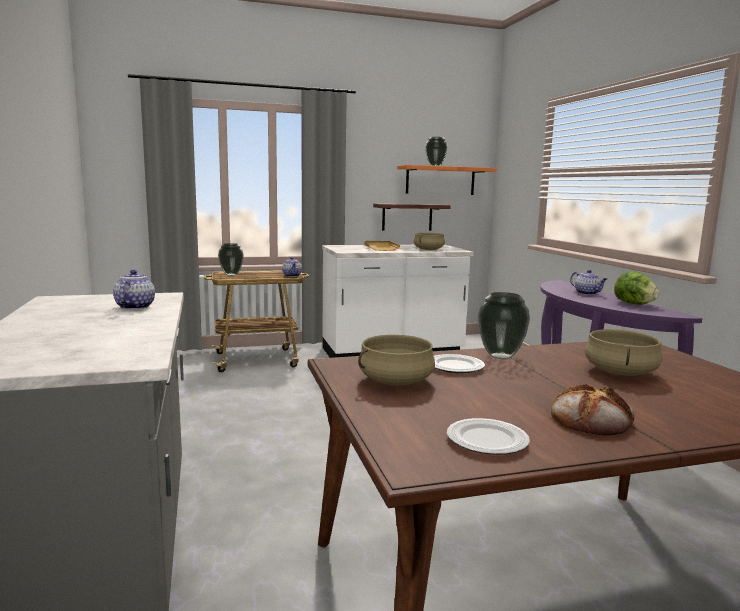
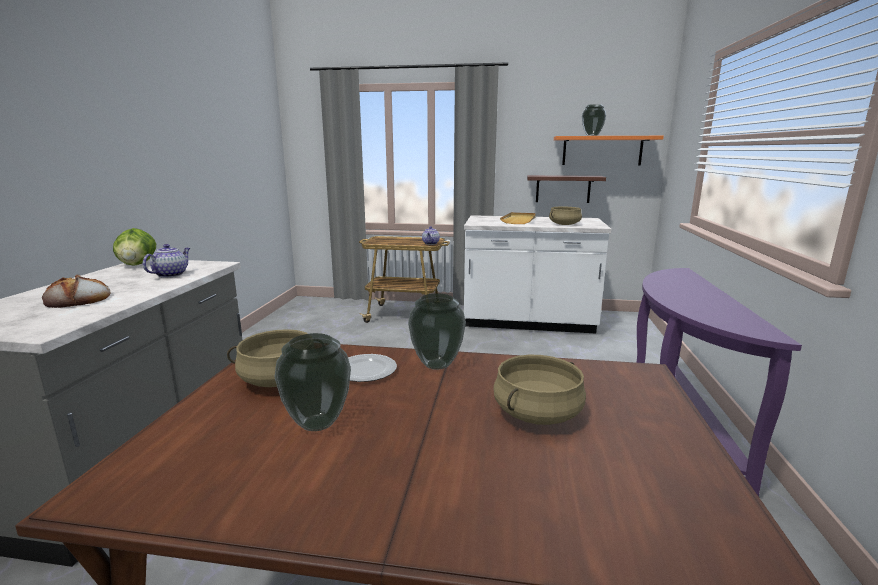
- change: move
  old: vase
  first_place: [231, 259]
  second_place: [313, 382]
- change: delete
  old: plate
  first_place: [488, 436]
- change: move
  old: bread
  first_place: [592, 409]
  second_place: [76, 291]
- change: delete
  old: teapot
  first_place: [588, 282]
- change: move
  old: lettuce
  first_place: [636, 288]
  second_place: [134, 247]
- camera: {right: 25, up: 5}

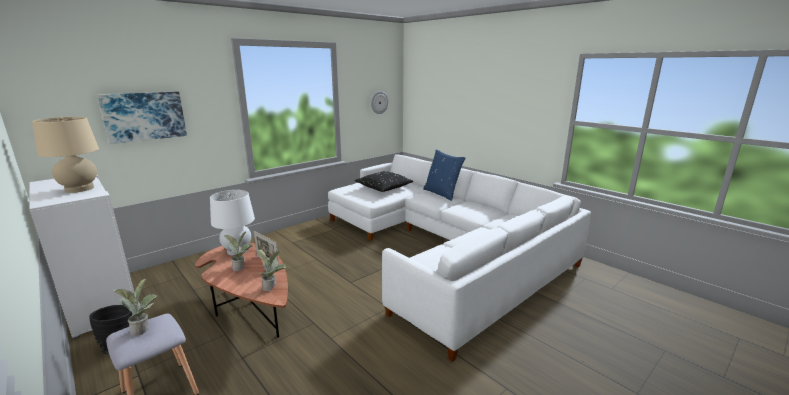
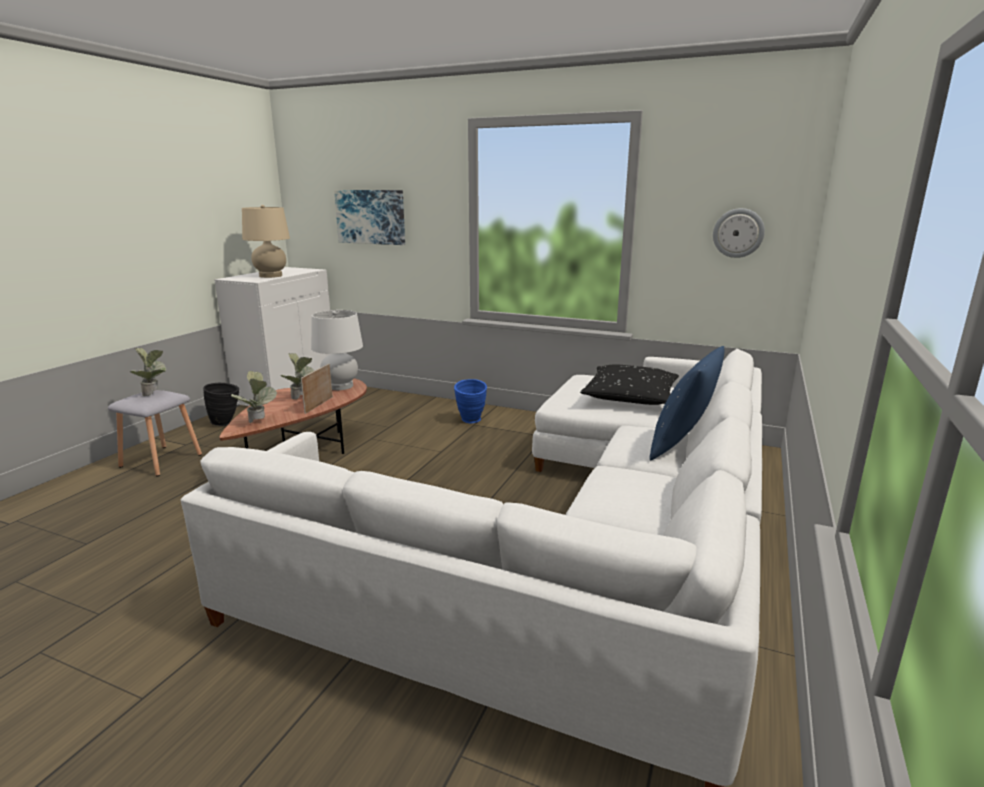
- change: insert
  new: blue vase
  second_place: [470, 401]
- camera: {right: 65, up: 0}

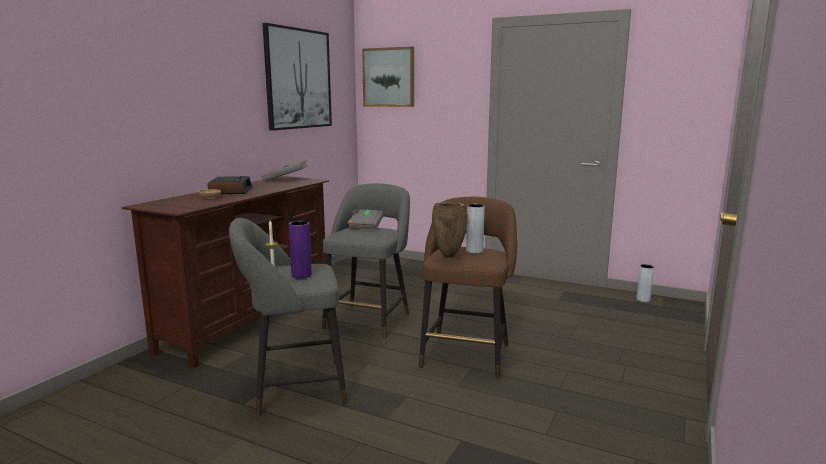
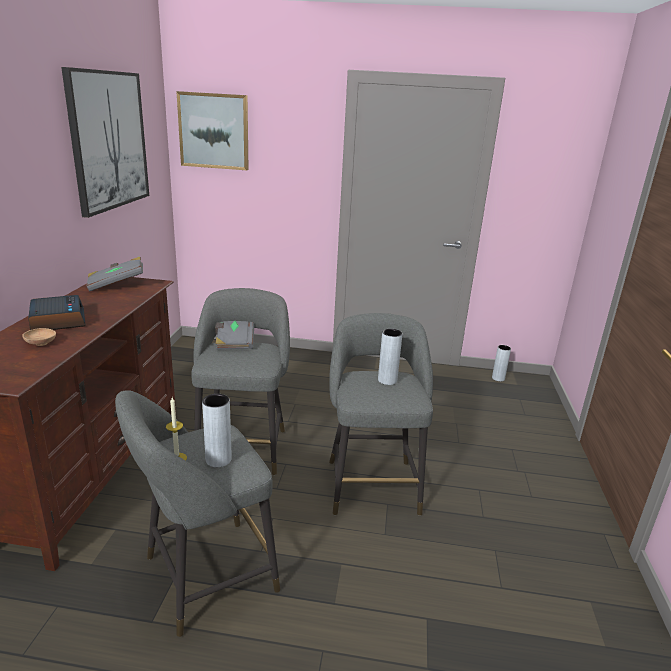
- change: recolor
  old: purple vase
  new: grey vase
  first_place: [300, 249]
  second_place: [217, 430]
- change: recolor
  old: brown stool
  new: grey stool
  first_place: [468, 288]
  second_place: [381, 414]
- change: delete
  old: brown vase
  first_place: [450, 230]
- camera: {right: -20, up: 10}

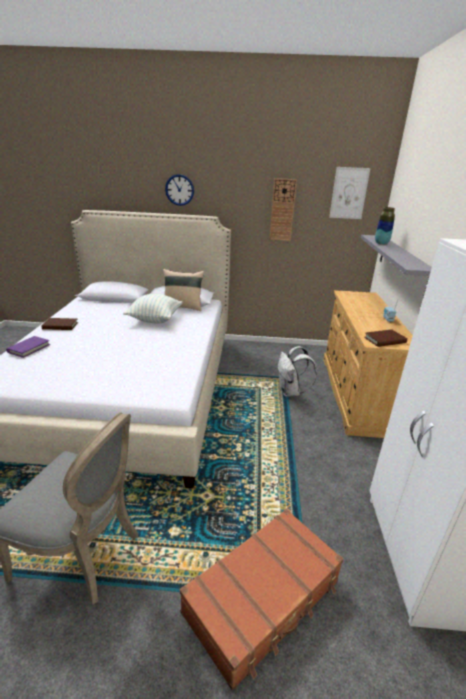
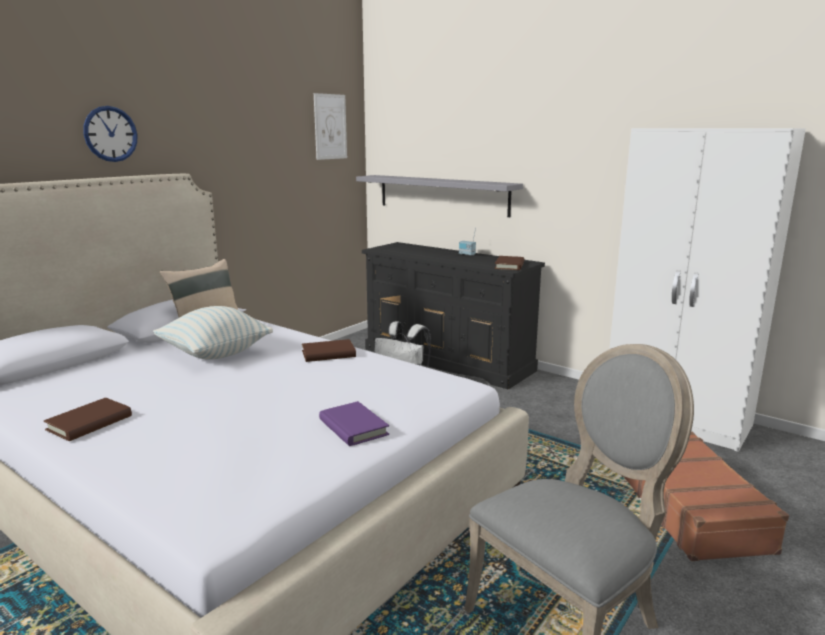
- change: move
  old: purple book
  first_place: [28, 347]
  second_place: [354, 423]
- change: delete
  old: wall clock
  first_place: [283, 209]
- change: recolor
  old: beige dresser
  new: black dresser
  first_place: [368, 364]
  second_place: [453, 316]
- change: delete
  old: vase
  first_place: [385, 226]
- change: insert
  new: brown book
  second_place: [329, 350]
- camera: {right: -55, up: -10}

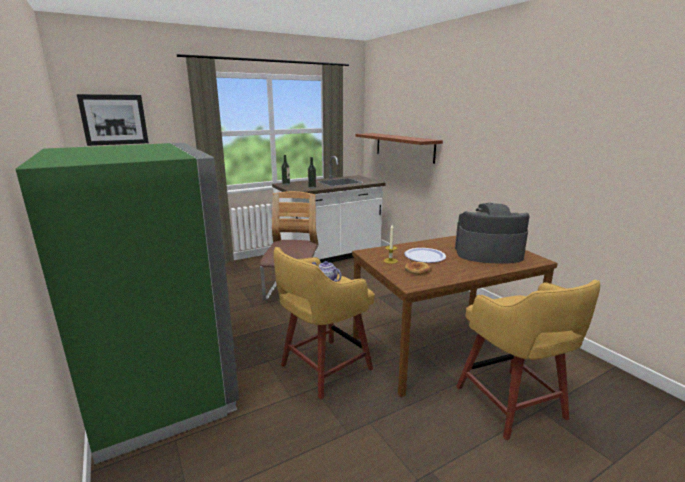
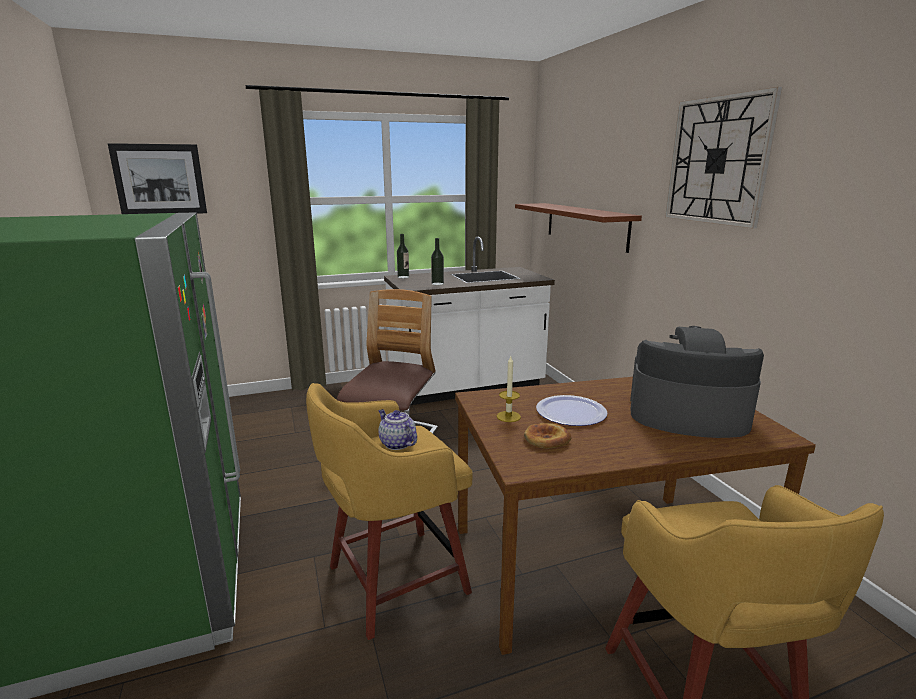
- change: insert
  new: wall clock
  second_place: [723, 157]
- camera: {right: 10, up: 0}

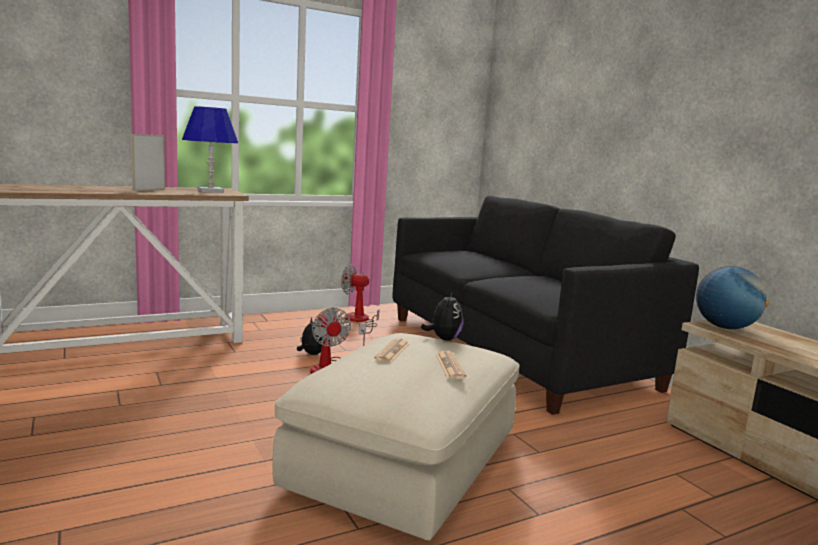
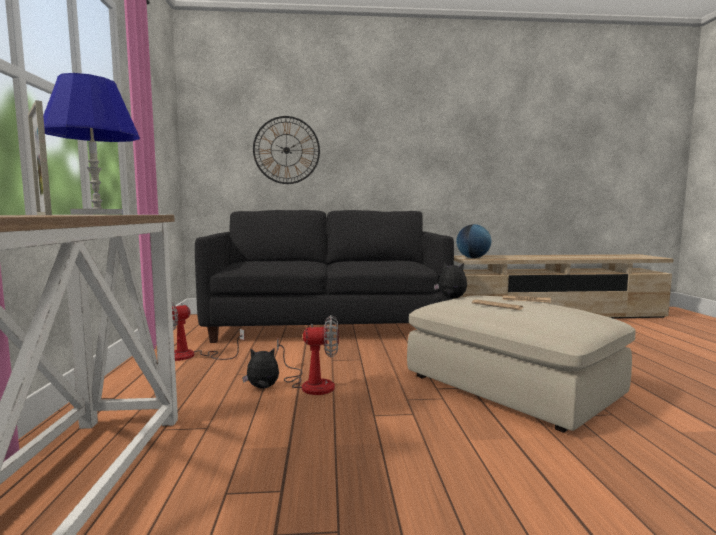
- change: insert
  new: wall clock
  second_place: [286, 150]
- camera: {right: -65, up: -5}

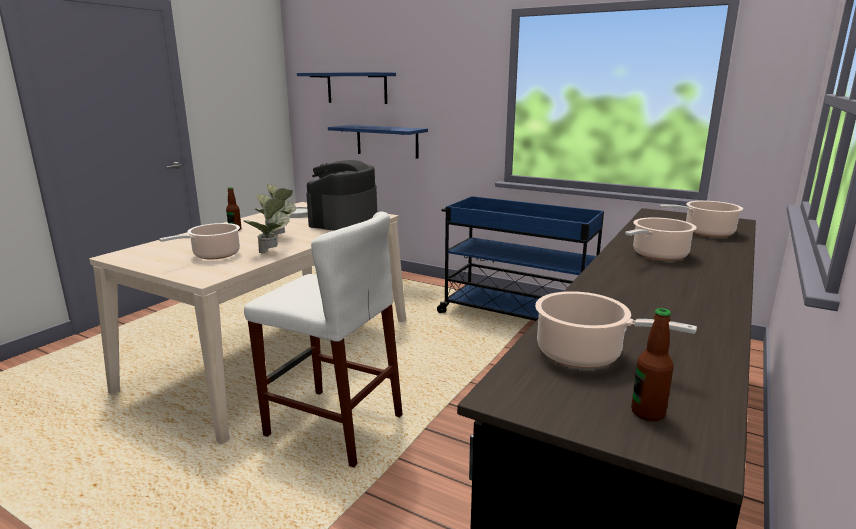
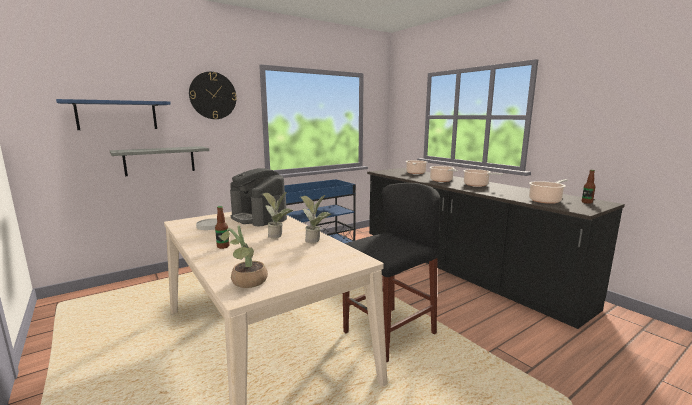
- change: move
  old: cooking pot
  first_place: [199, 241]
  second_place: [483, 178]
- change: recolor
  old: white stool
  new: black stool
  first_place: [323, 339]
  second_place: [391, 273]
- change: recolor
  old: blue shelf
  new: grey shelf
  first_place: [378, 142]
  second_place: [159, 161]
- change: insert
  new: wall clock
  second_place: [213, 95]
- change: insert
  new: potted plant
  second_place: [244, 256]
- camera: {right: -65, up: -5}

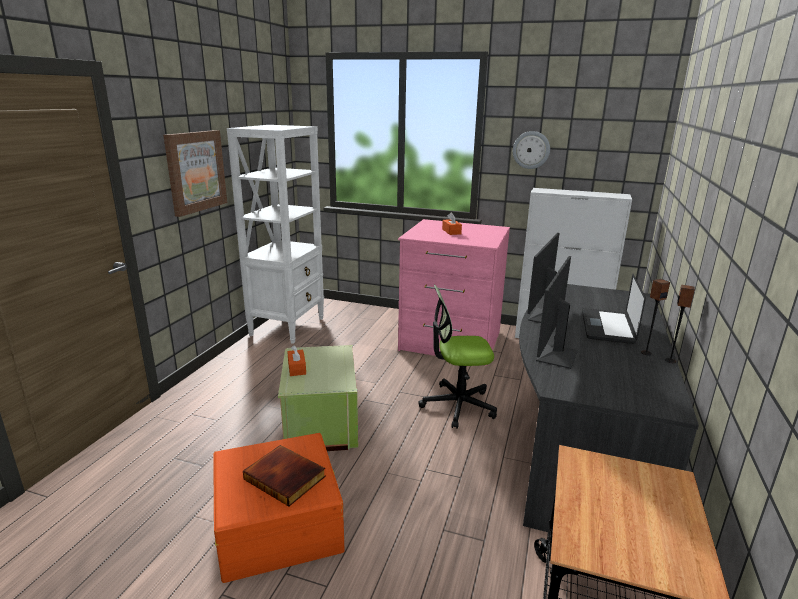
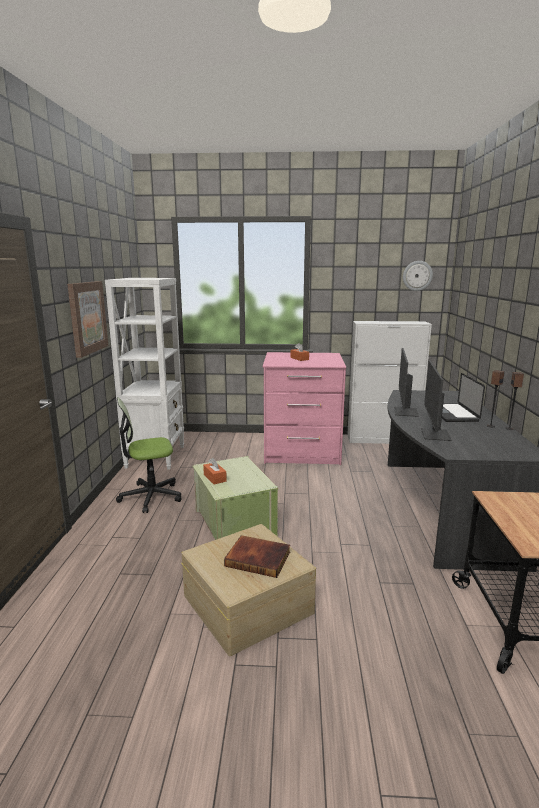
- change: recolor
  old: orange storage box
  new: beige storage box
  first_place: [278, 508]
  second_place: [248, 590]
- change: move
  old: office chair
  first_place: [457, 357]
  second_place: [149, 455]
- change: move
  old: wall clock
  first_place: [531, 150]
  second_place: [418, 276]
- camera: {right: -15, up: -5}

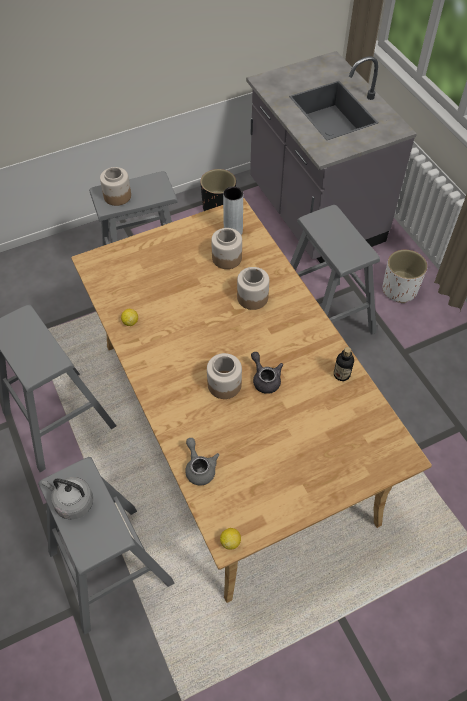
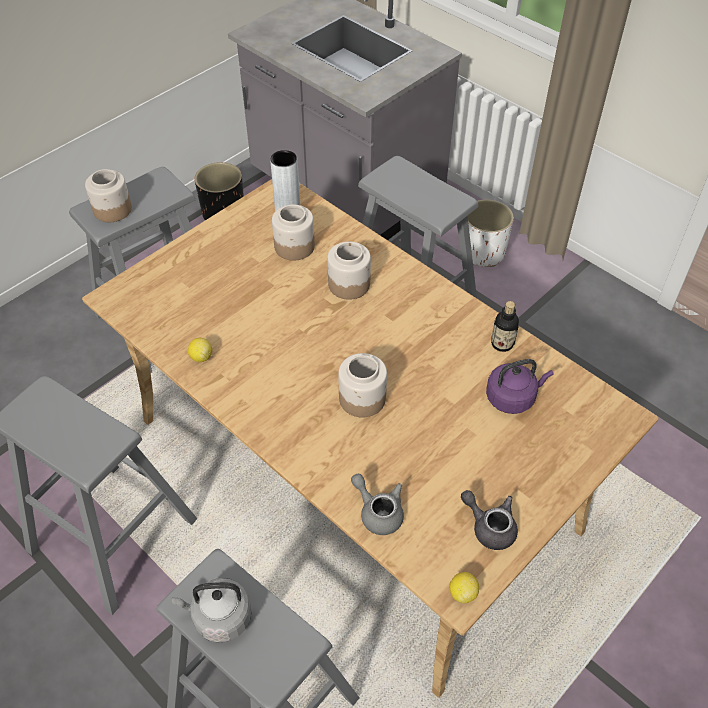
- change: move
  old: grey teapot
  first_place: [267, 373]
  second_place: [489, 520]
- change: insert
  new: purple kettle
  second_place: [520, 386]
- camera: {right: -20, up: -5}

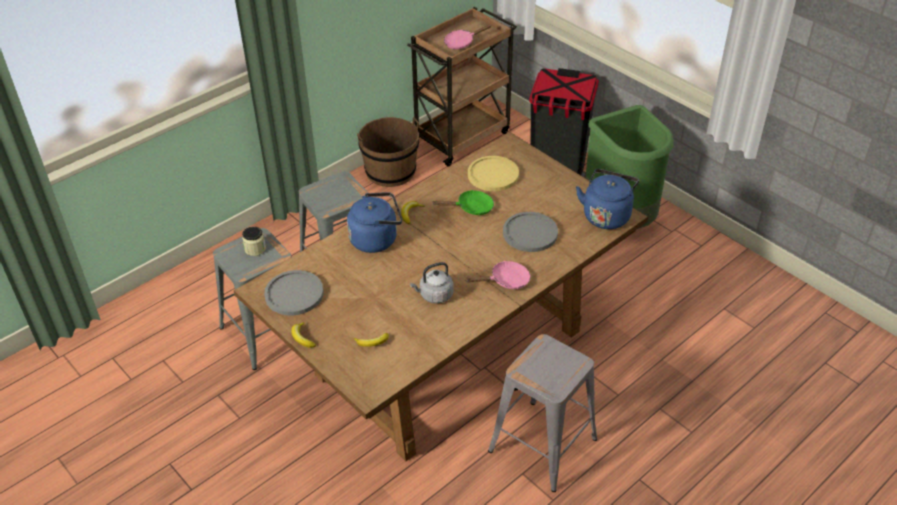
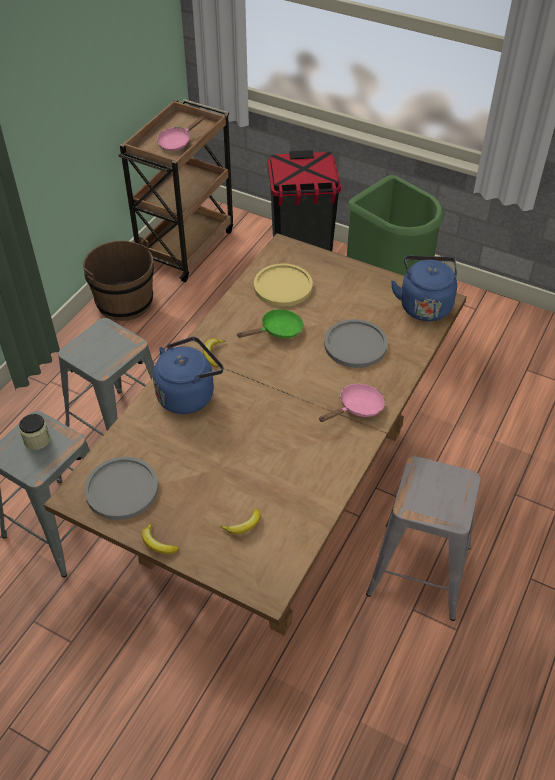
- change: delete
  old: grey kettle
  first_place: [432, 283]
- camera: {right: -20, up: 5}

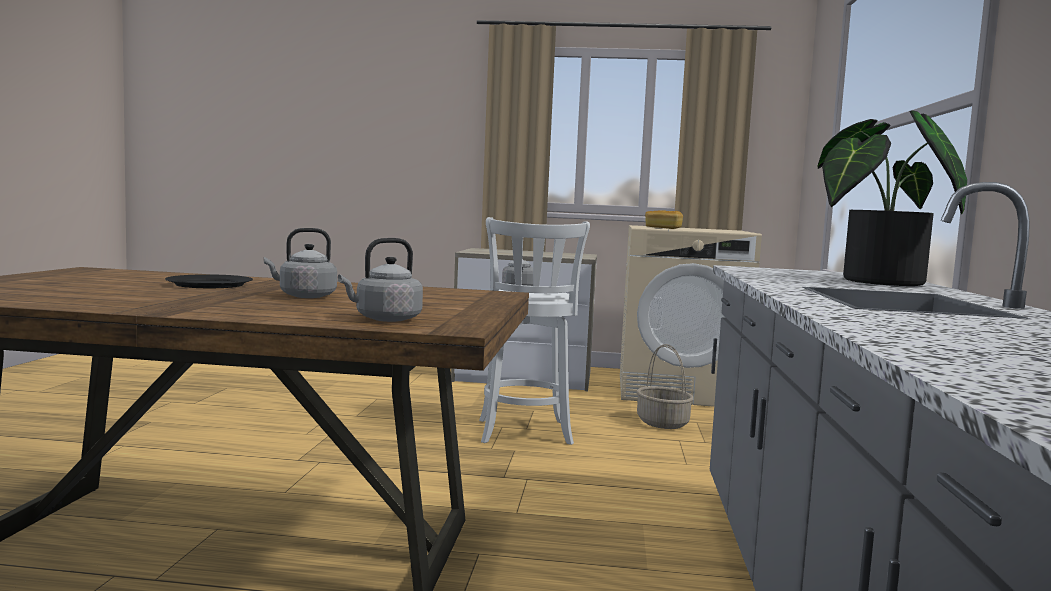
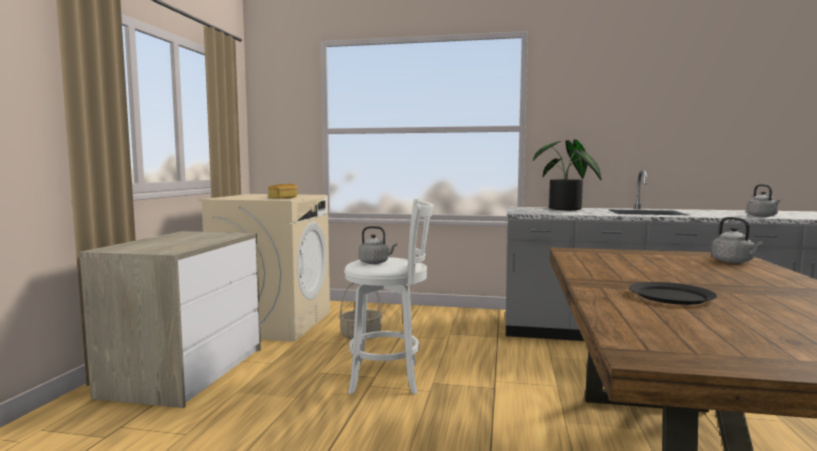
- change: move
  old: grey kettle
  first_place: [300, 263]
  second_place: [763, 200]
- camera: {right: -85, up: 0}

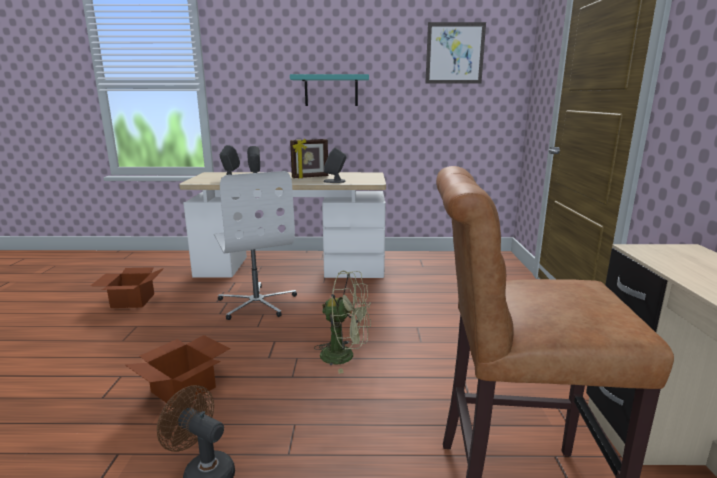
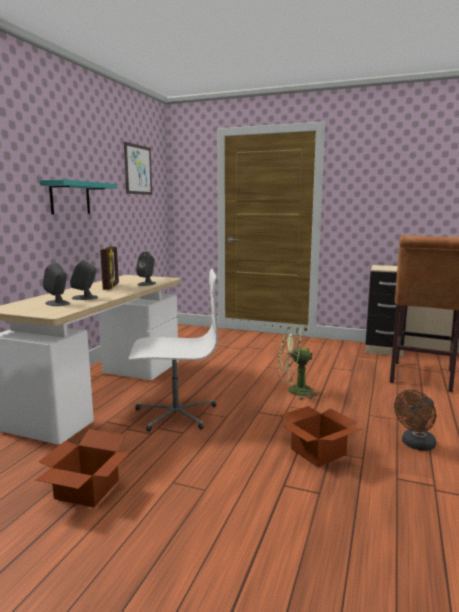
- change: rotate
  old: green fan
  first_place: [342, 322]
  second_place: [300, 363]
  degrees: -120
- camera: {right: -70, up: -5}

